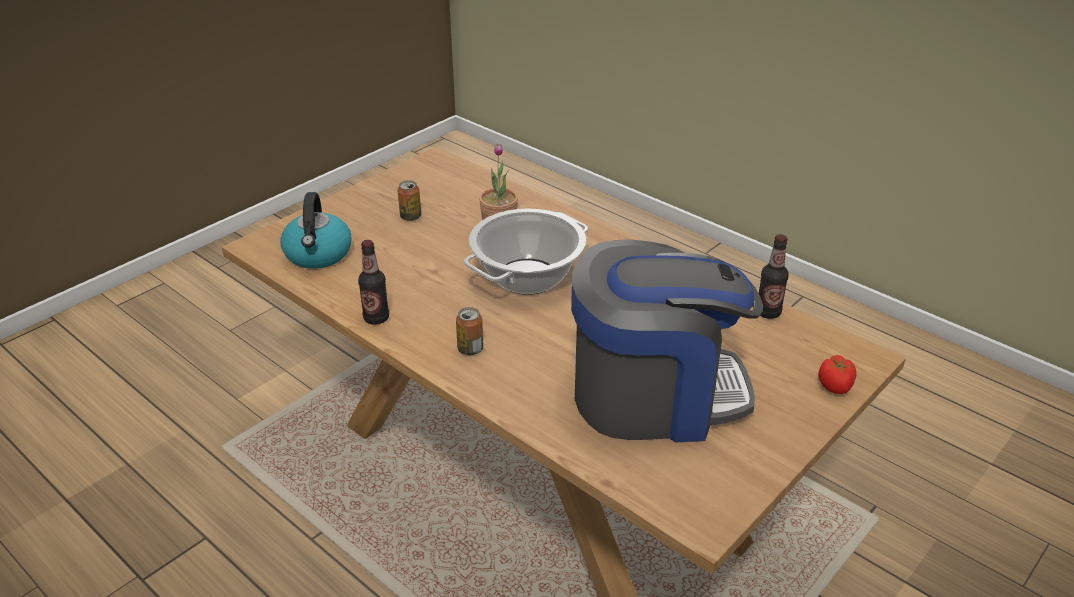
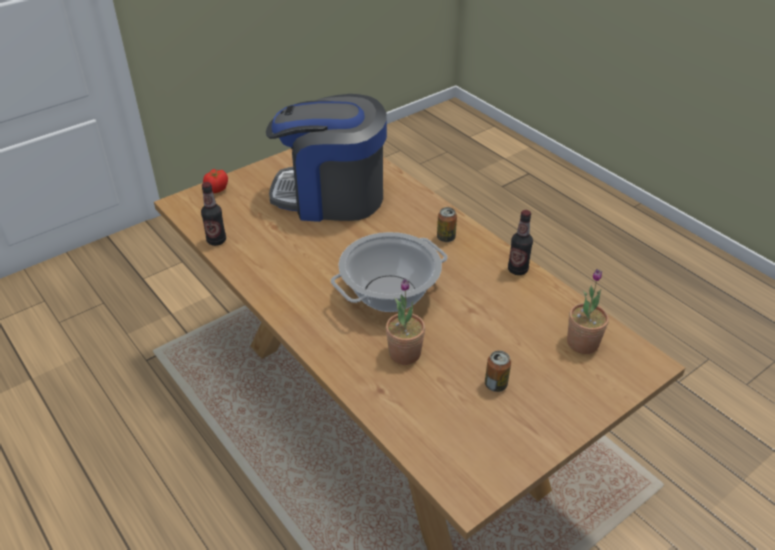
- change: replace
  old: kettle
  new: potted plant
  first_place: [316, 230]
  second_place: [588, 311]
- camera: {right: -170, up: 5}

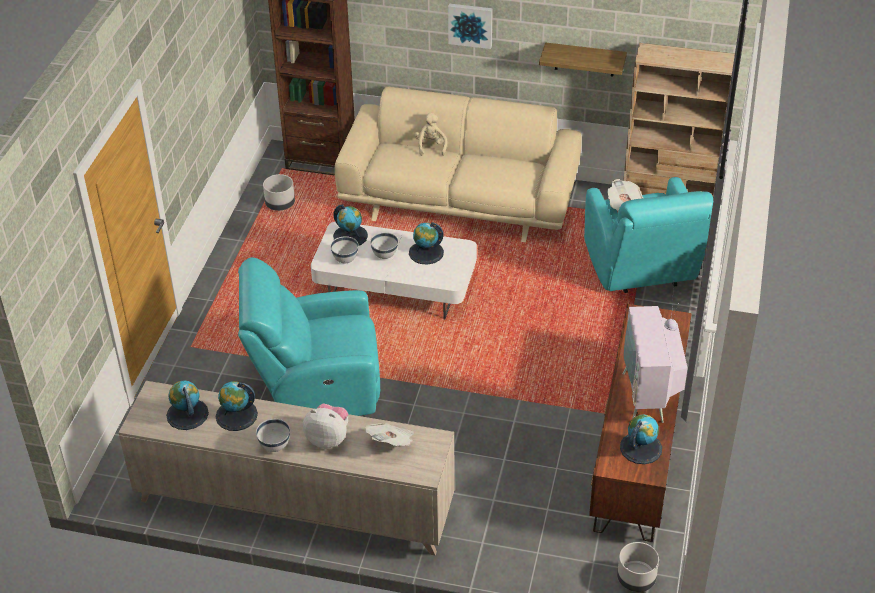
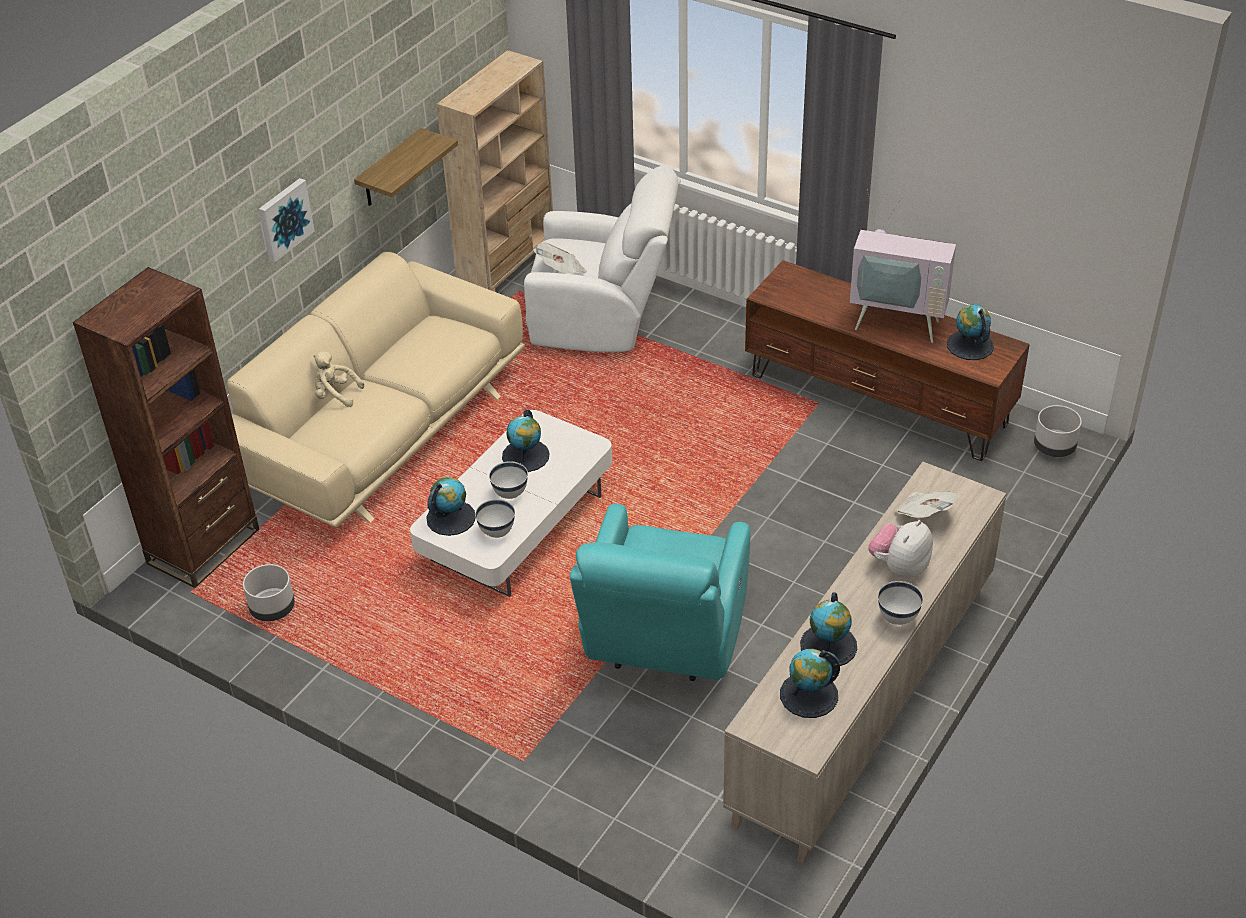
- change: recolor
  old: turquoise armchair
  new: white armchair
  first_place: [648, 235]
  second_place: [602, 259]
- camera: {right: -70, up: 0}

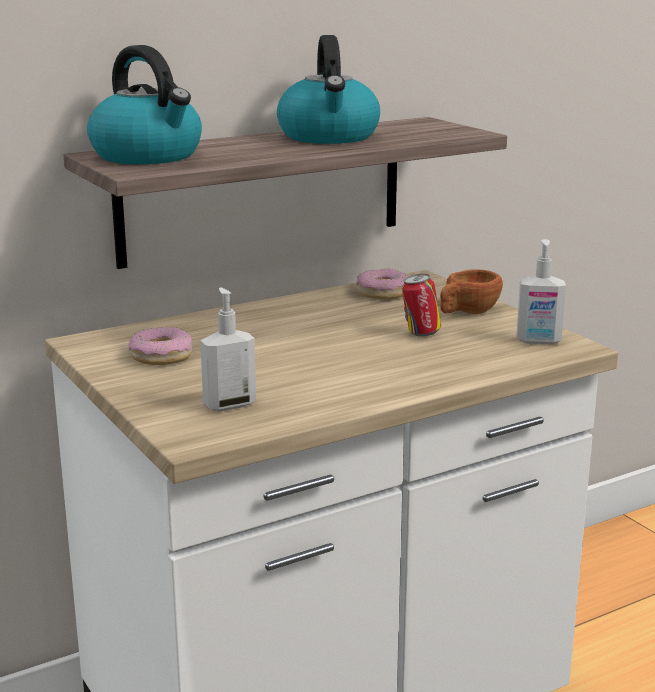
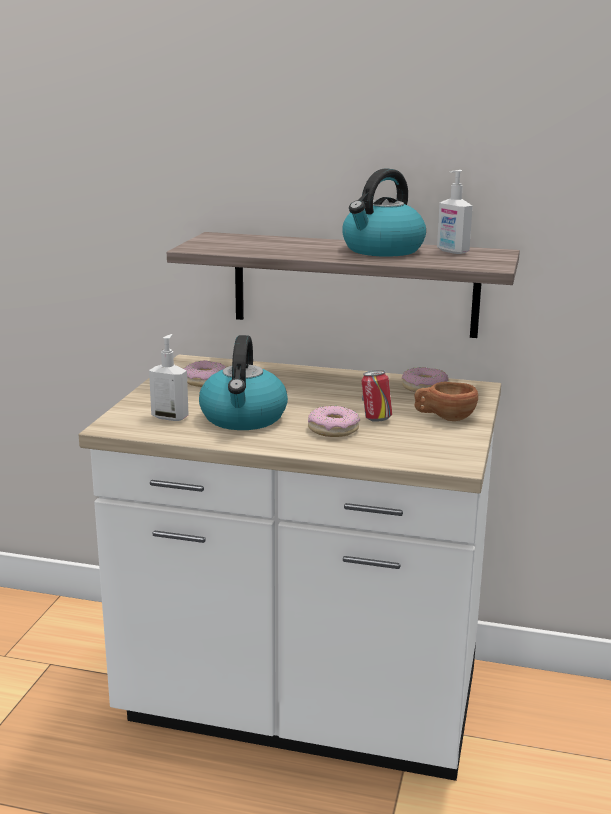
- change: move
  old: kettle
  first_place: [144, 104]
  second_place: [243, 382]
- change: move
  old: soap dispenser
  first_place: [541, 291]
  second_place: [455, 212]
- change: insert
  new: donut
  second_place: [334, 421]
- camera: {right: 45, up: 0}

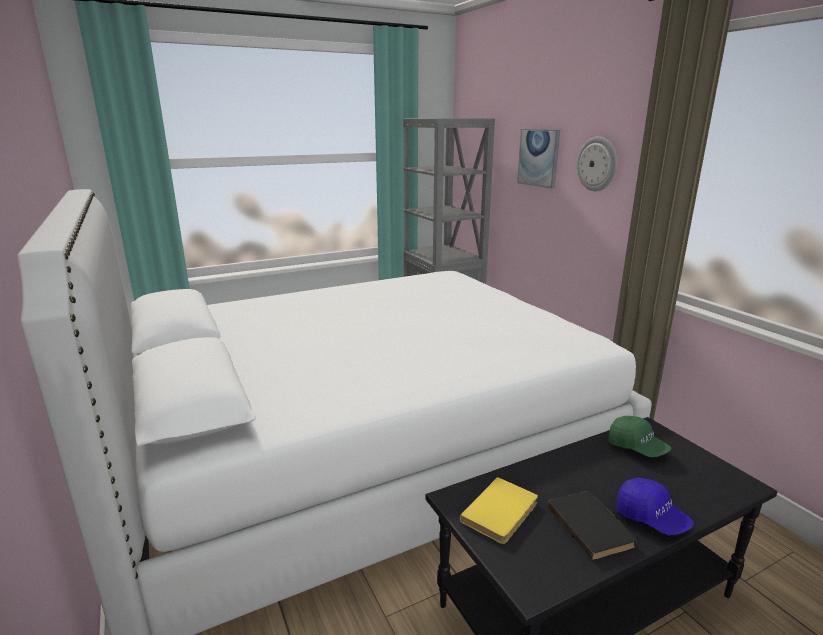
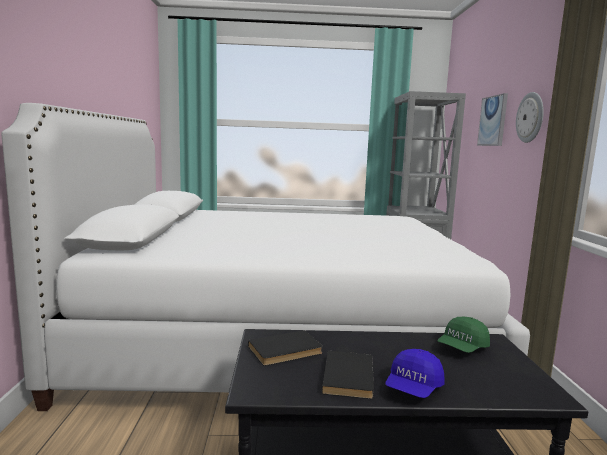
- change: recolor
  old: yellow book
  new: black book
  first_place: [499, 510]
  second_place: [285, 348]
- change: rotate
  old: green cap
  first_place: [639, 437]
  second_place: [463, 335]
  degrees: 60
- change: rotate
  old: blue cap
  first_place: [655, 506]
  second_place: [415, 373]
  degrees: 45
- camera: {right: 25, up: -10}

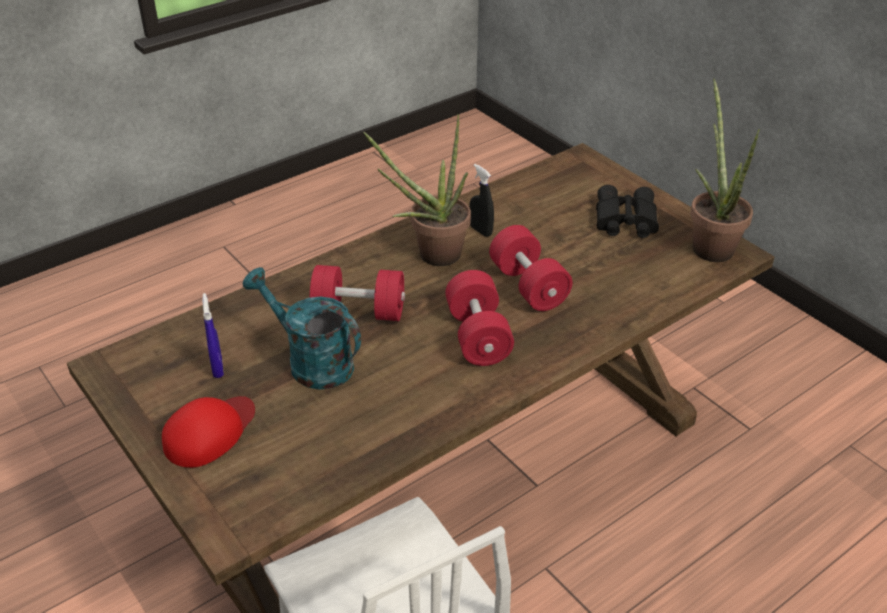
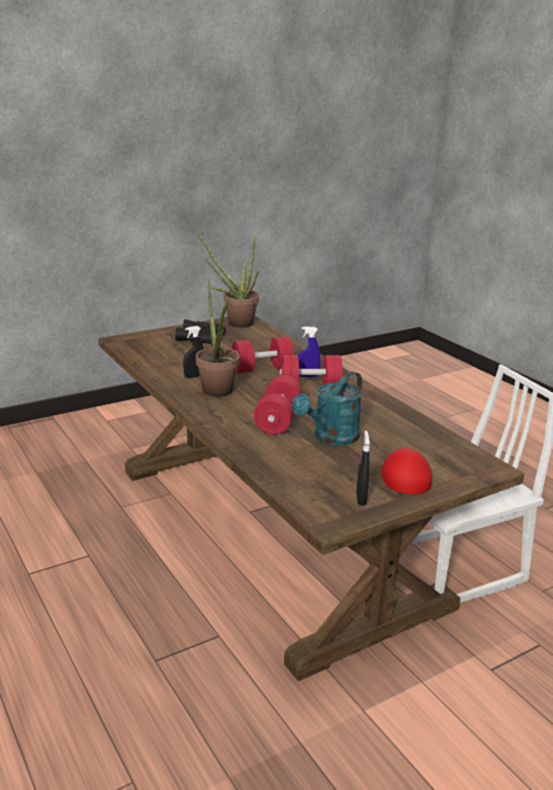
- change: rotate
  old: red cap
  first_place: [208, 432]
  second_place: [406, 471]
  degrees: 45
- change: move
  old: blue spray bottle
  first_place: [213, 335]
  second_place: [309, 352]
- change: insert
  new: black spray bottle
  second_place: [363, 468]
- camera: {right: -85, up: -15}

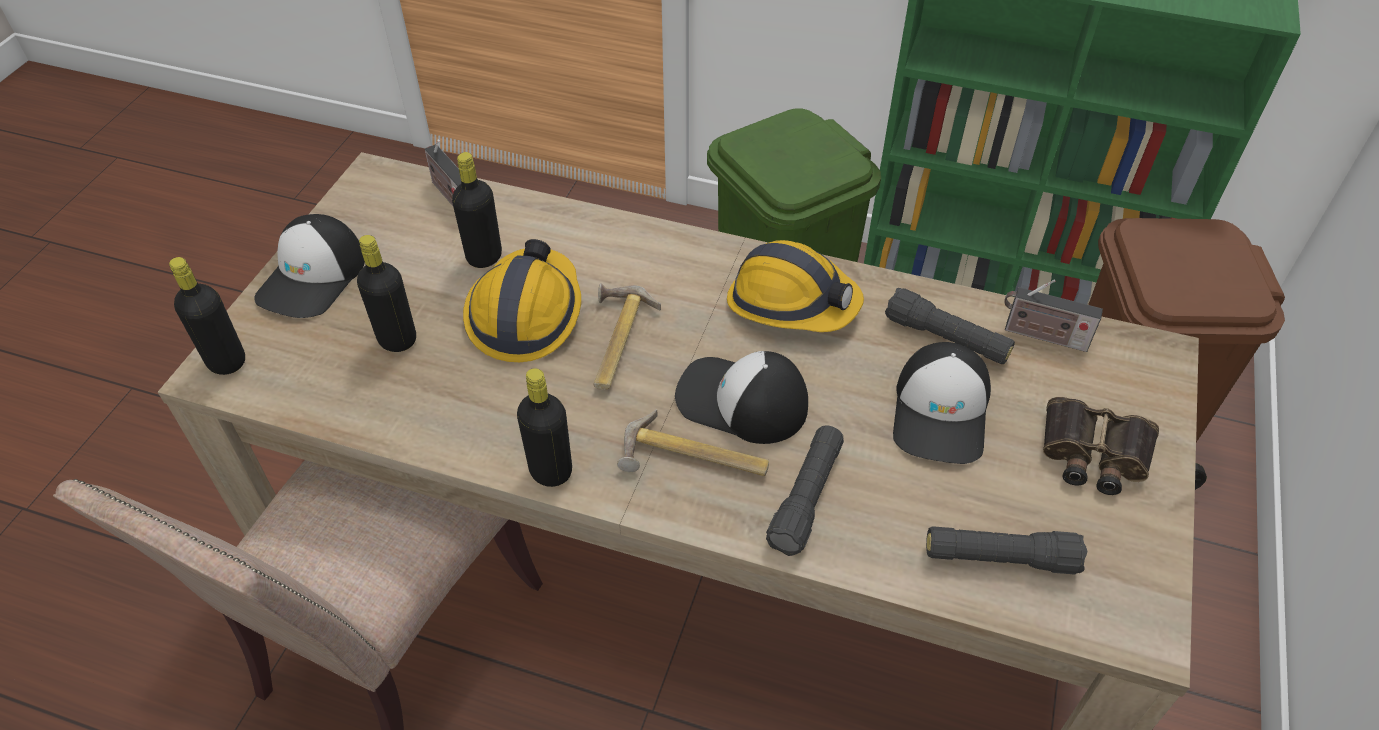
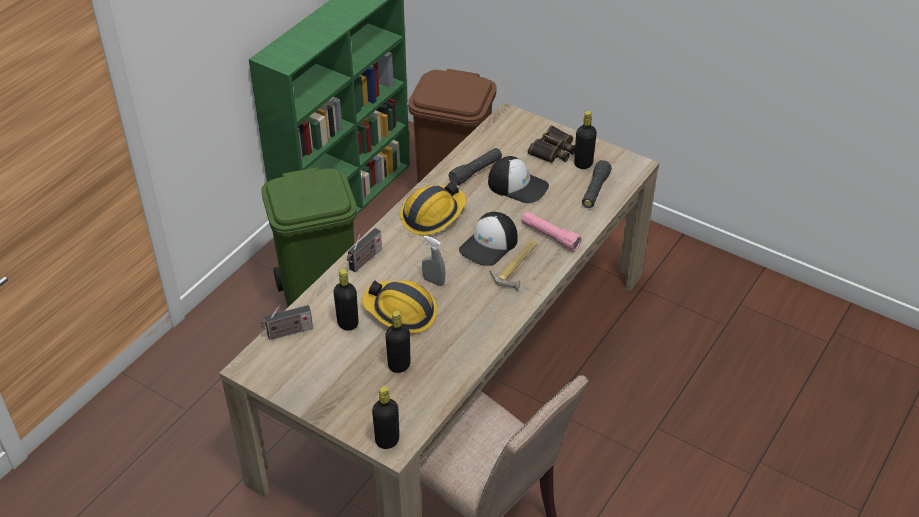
- change: delete
  old: cap
  first_place: [309, 266]
- change: move
  old: black bottle
  first_place: [544, 427]
  second_place: [585, 140]
- change: replace
  old: hammer
  new: grey spray bottle
  first_place: [627, 336]
  second_place: [433, 261]
- change: recolor
  old: black flashlight
  new: pink flashlight
  first_place: [805, 490]
  second_place: [551, 231]
- change: move
  old: radio
  first_place: [1053, 315]
  second_place: [364, 250]
- camera: {right: -75, up: -5}

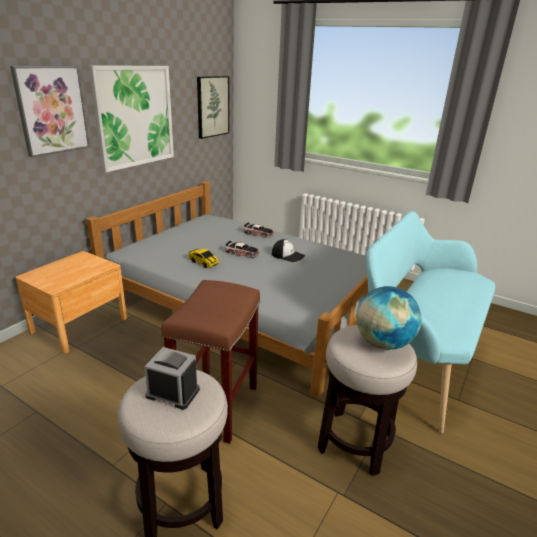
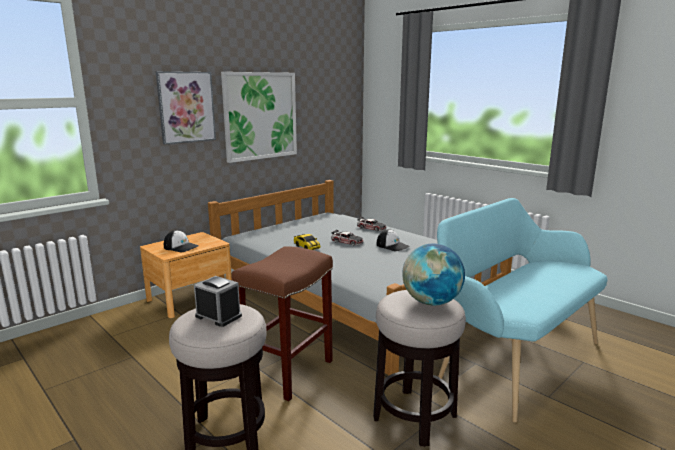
- change: delete
  old: picture
  first_place: [213, 107]
- change: insert
  new: cap
  second_place: [181, 241]
- camera: {right: 15, up: -10}

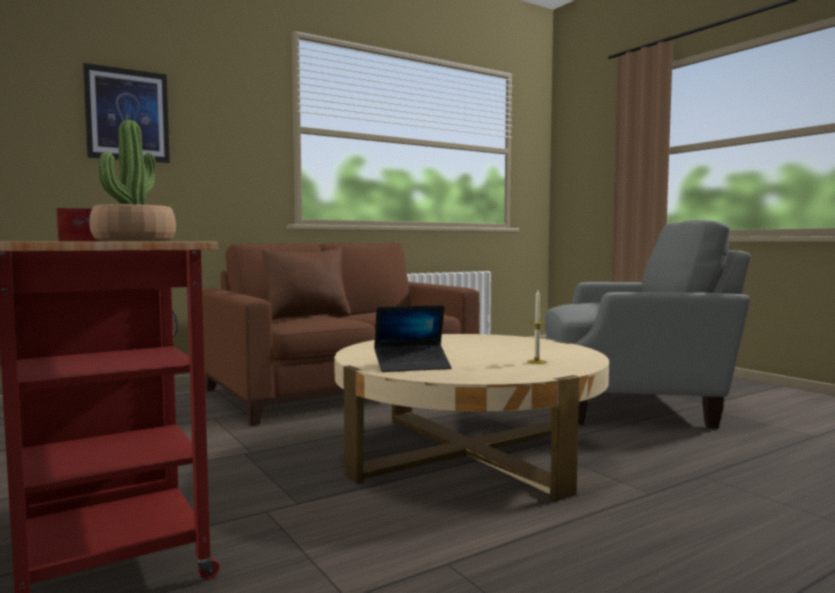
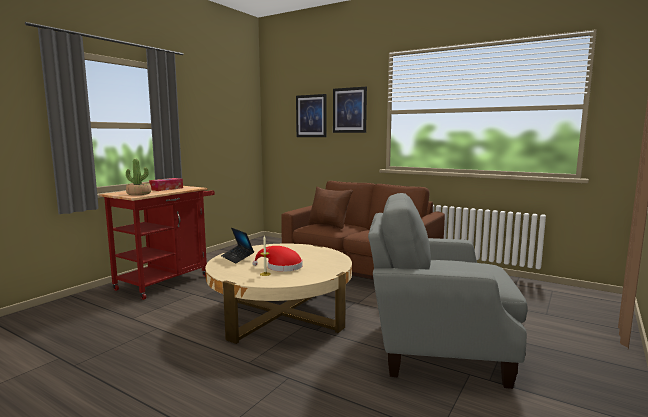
- change: rotate
  old: grey armchair
  first_place: [648, 324]
  second_place: [448, 291]
  degrees: 120
- change: insert
  new: red hat
  second_place: [277, 259]
- change: insert
  new: picture
  second_place: [350, 110]
- camera: {right: 65, up: 5}

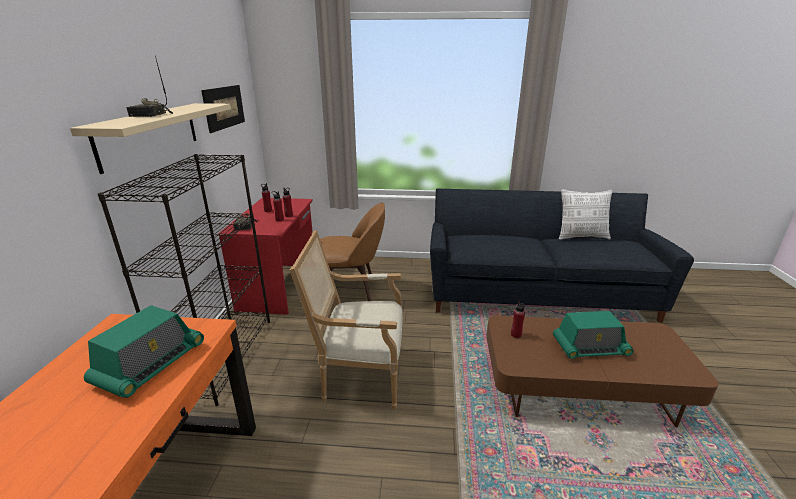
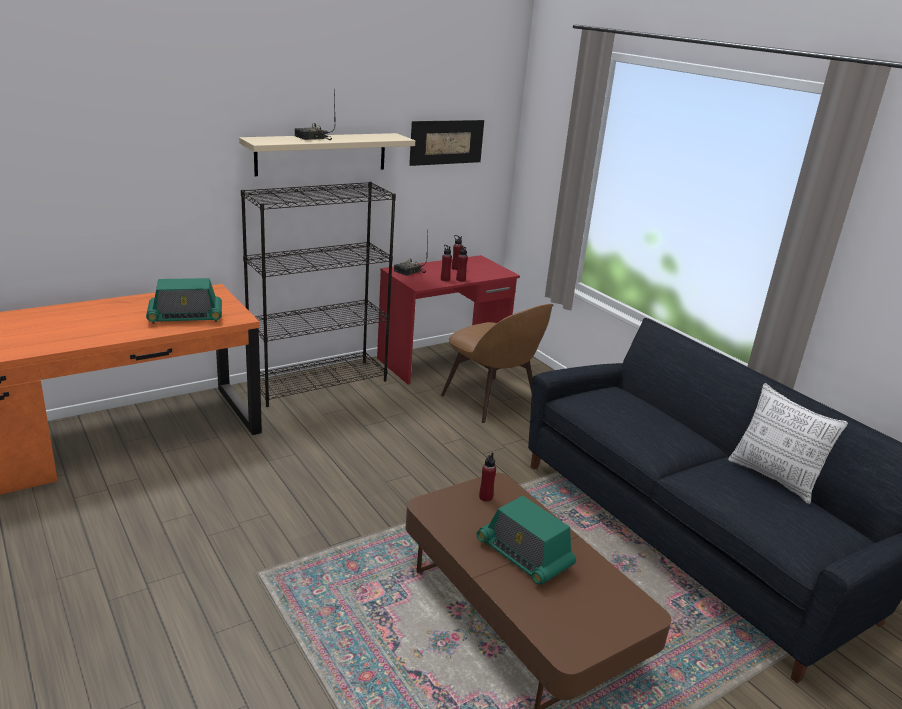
- change: delete
  old: armchair
  first_place: [346, 320]
- camera: {right: 50, up: 0}

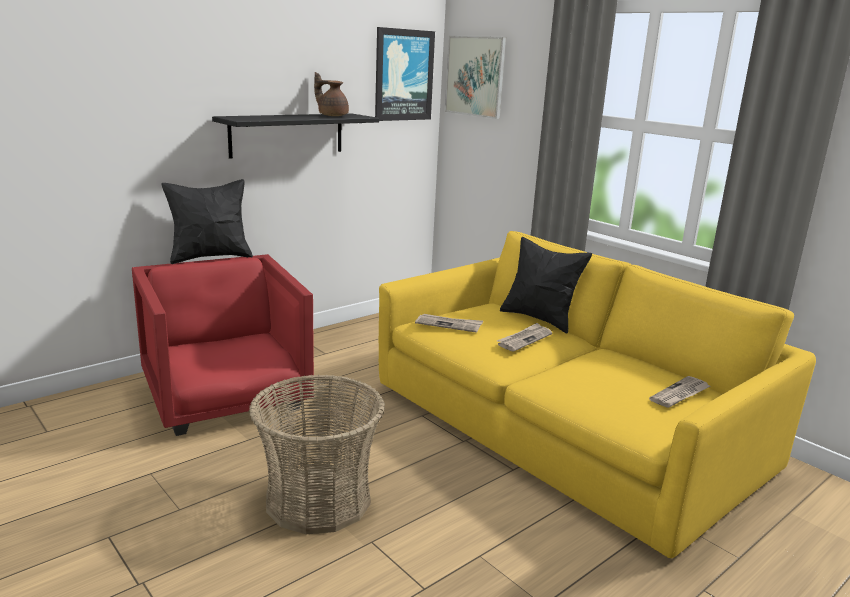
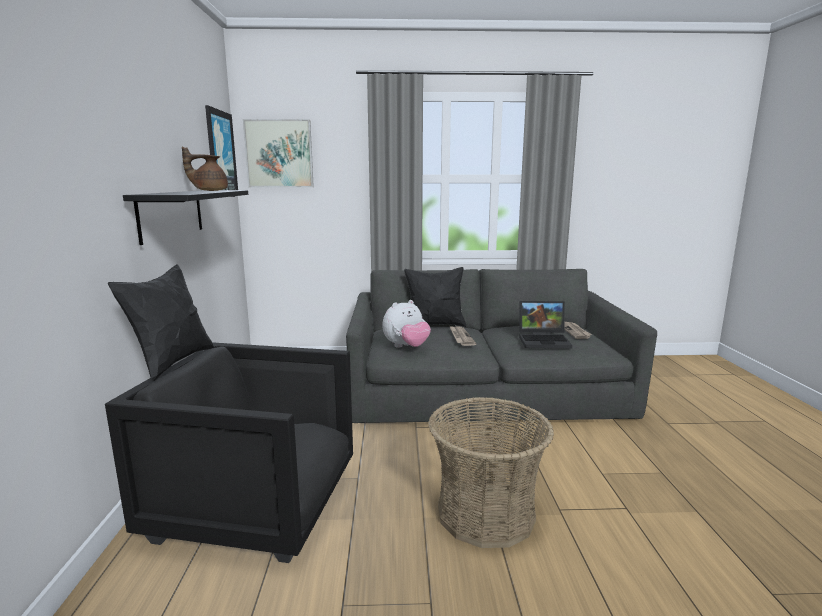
- change: recolor
  old: red armchair
  new: black armchair
  first_place: [223, 345]
  second_place: [229, 453]
- change: recolor
  old: yellow sofa
  new: grey sofa
  first_place: [597, 394]
  second_place: [501, 346]
- change: replace
  old: newspaper
  new: plush toy
  first_place: [449, 323]
  second_place: [406, 324]
- change: insert
  new: laptop
  second_place: [545, 324]
- camera: {right: -50, up: -5}

